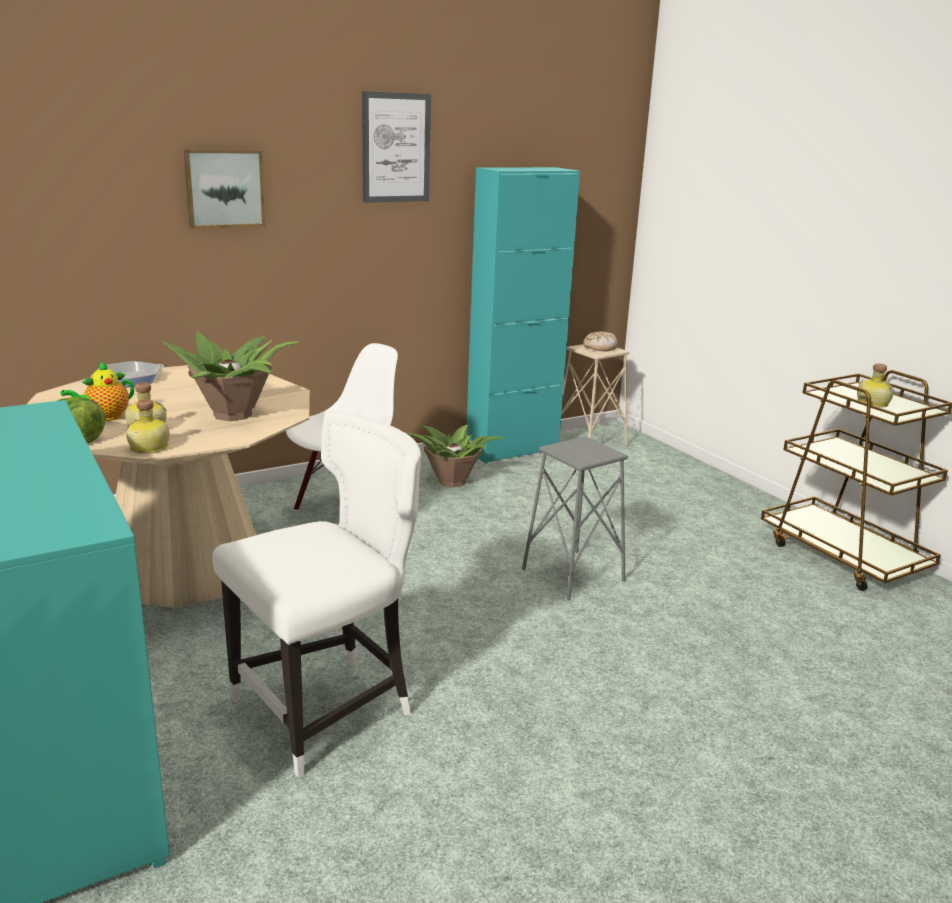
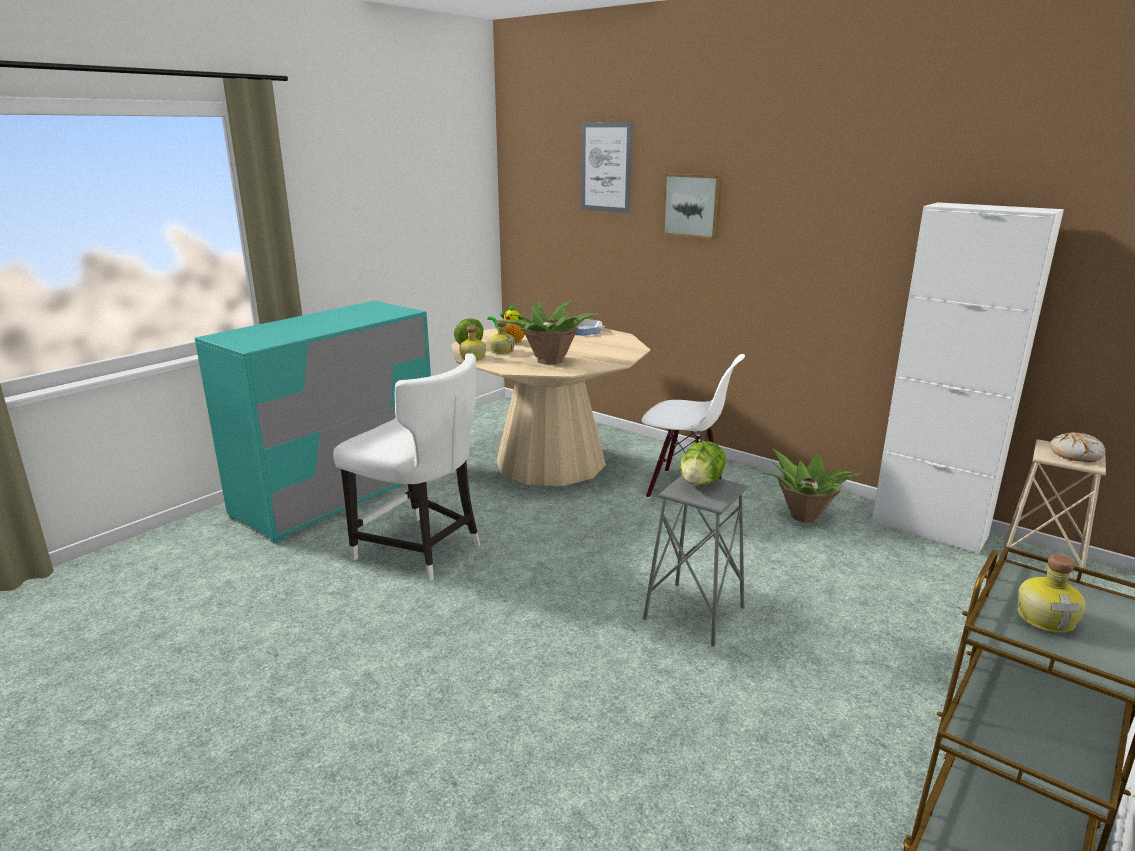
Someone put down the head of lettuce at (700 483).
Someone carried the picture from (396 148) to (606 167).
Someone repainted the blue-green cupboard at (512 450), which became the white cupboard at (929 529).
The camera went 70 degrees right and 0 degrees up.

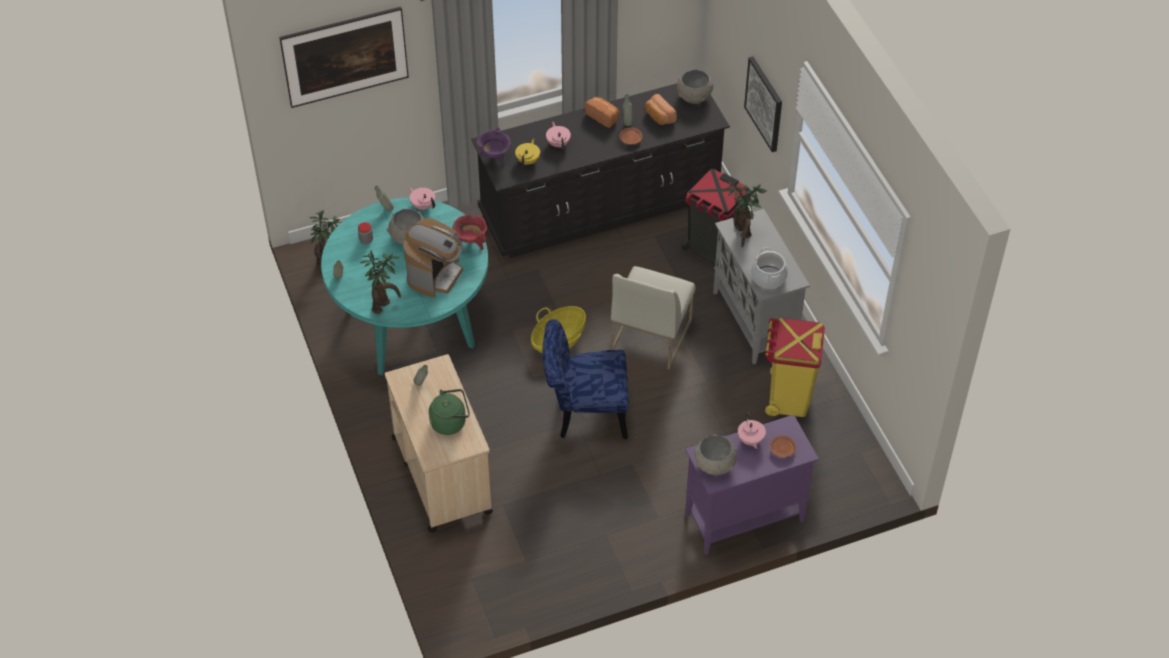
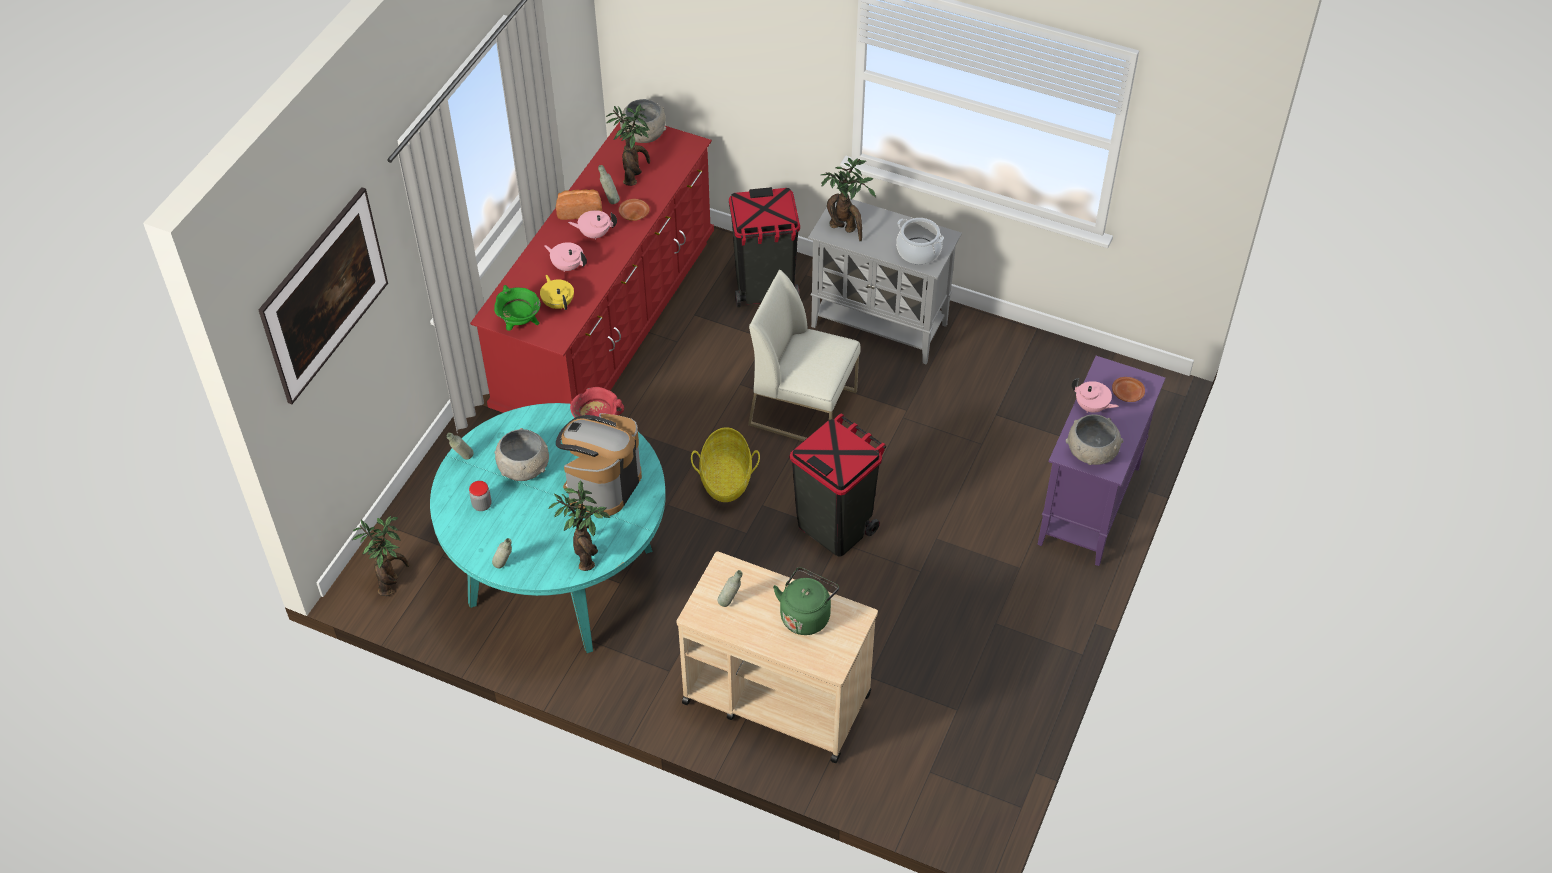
Someone took away the picture at (764 103).
Someone took away the yellowish trash can at (788 397).
Someone carried the pink teapot from (423 205) to (594 234).
Someone swapped the blue chair at (584 412) for the black-coloured trash can at (834 526).
Someone swapped the bakery bread at (659 117) for the houseplant at (634 175).
Someone repainted the black-coloured dresser at (600 205), which became the red dresser at (607 323).
Someone repainted the purplish stockpot at (495 157), which became the green stockpot at (520 324).
Someone rotated the coffee machine at (435 275) by 135 degrees counterclockwise.
Someone rotated the white chair at (650 335) by 135 degrees clockwise.
The camera went 45 degrees left and 0 degrees up.

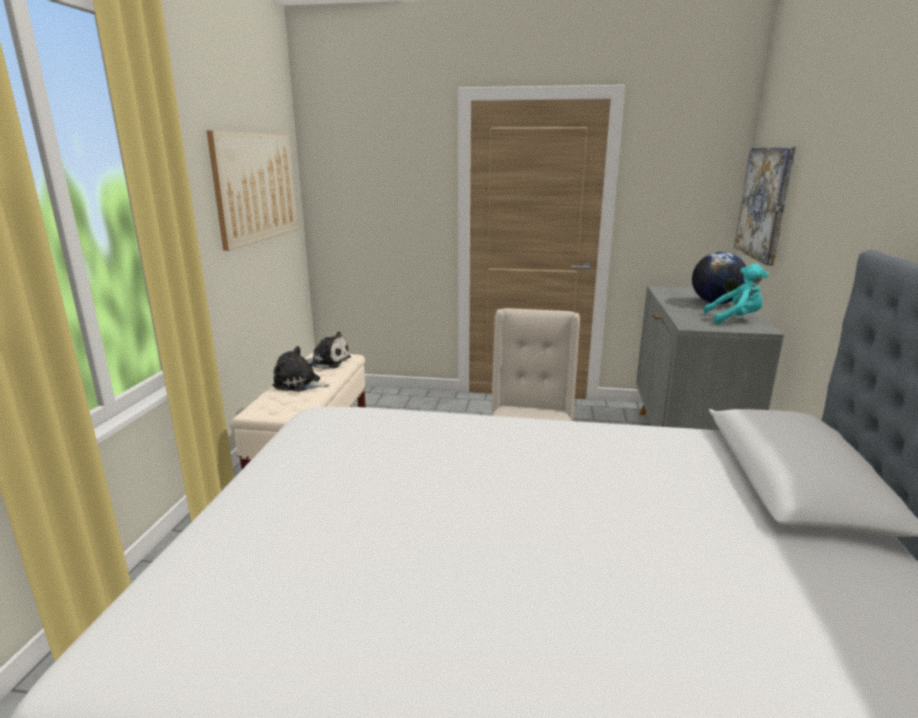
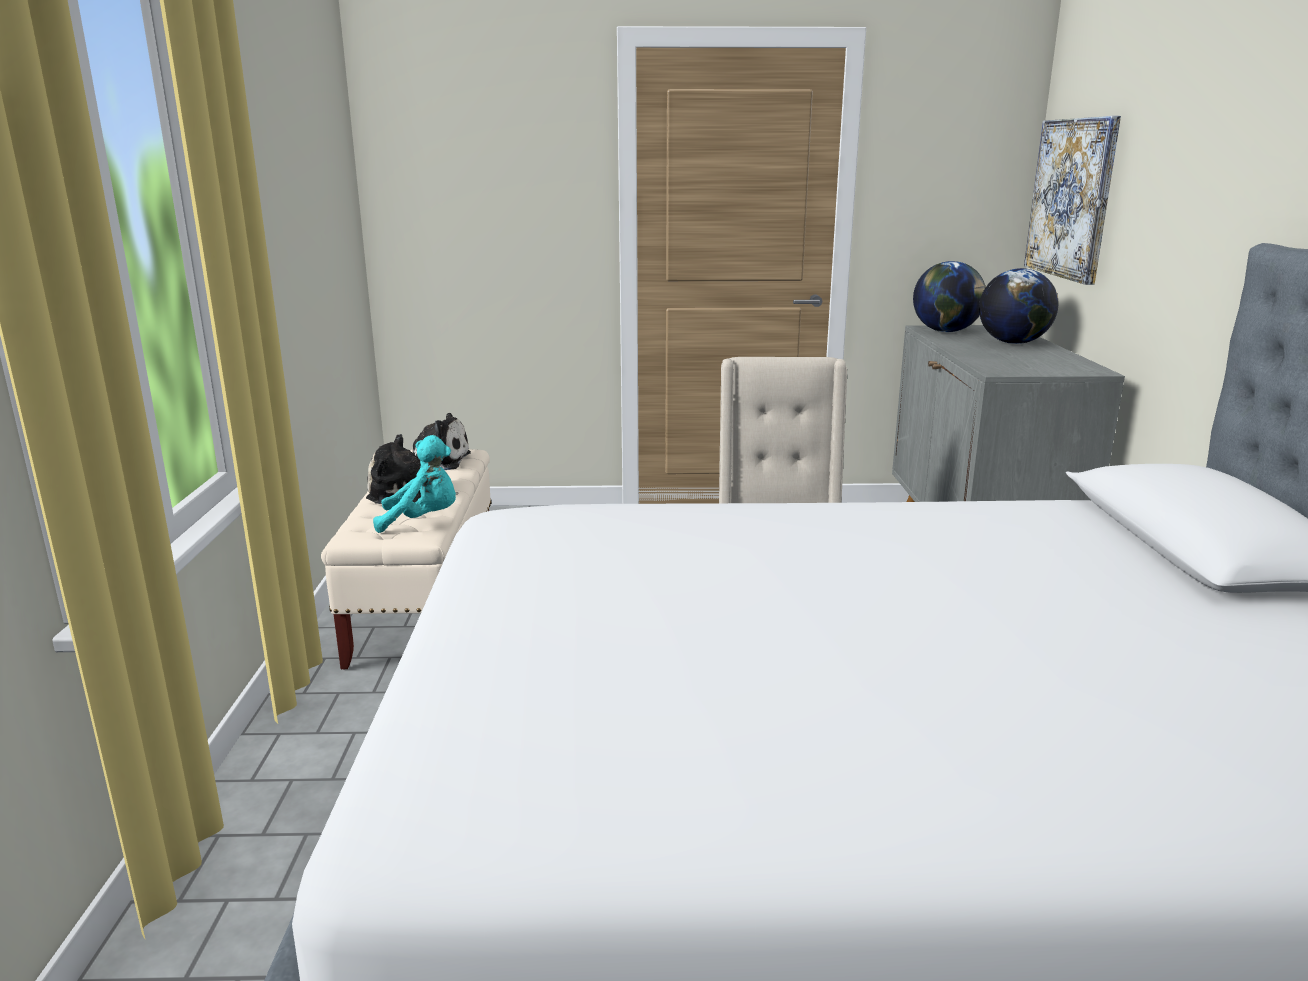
Someone took away the picture at (256 187).
Someone put down the desk globe at (946 331).
Someone carried the blue-green plush toy from (735 319) to (422 520).
The camera went 10 degrees left and 0 degrees up.

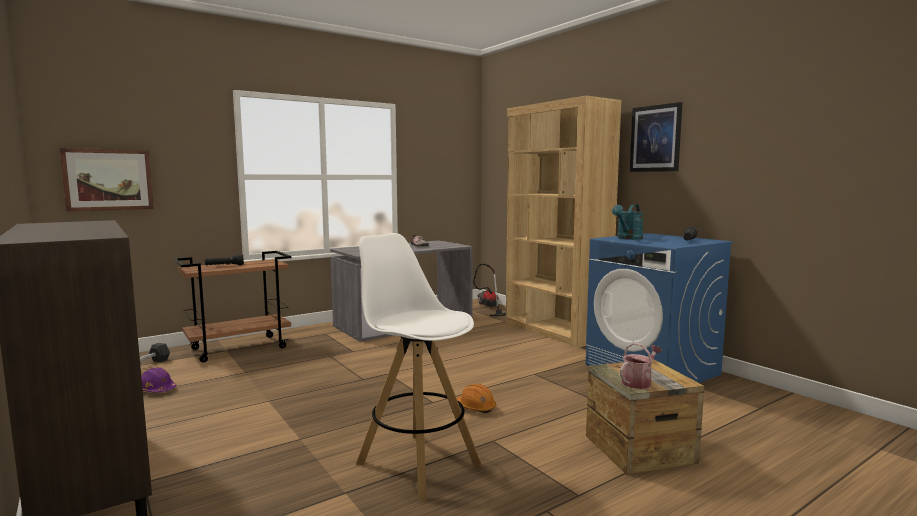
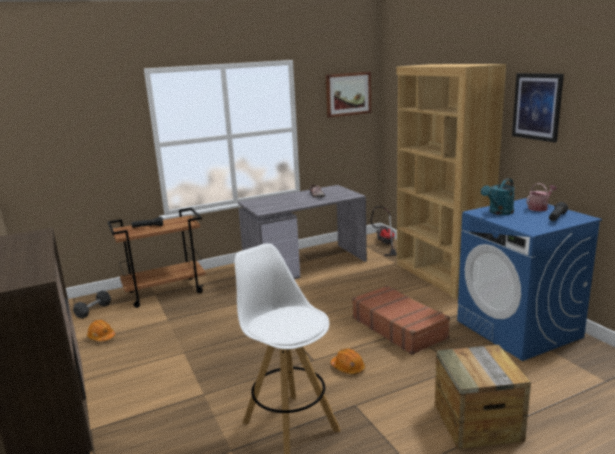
Someone put down the brownish suitcase at (399 327).
Someone carried the picture from (108 179) to (348 94).
Someone carried the watering pot from (639 382) to (539 208).
Someone repainted the purplish hard hat at (157 389), which became the orangey hard hat at (101 337).
The camera went 10 degrees right and 10 degrees up.

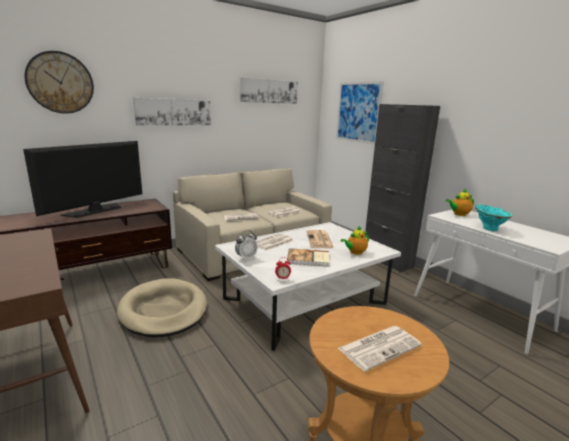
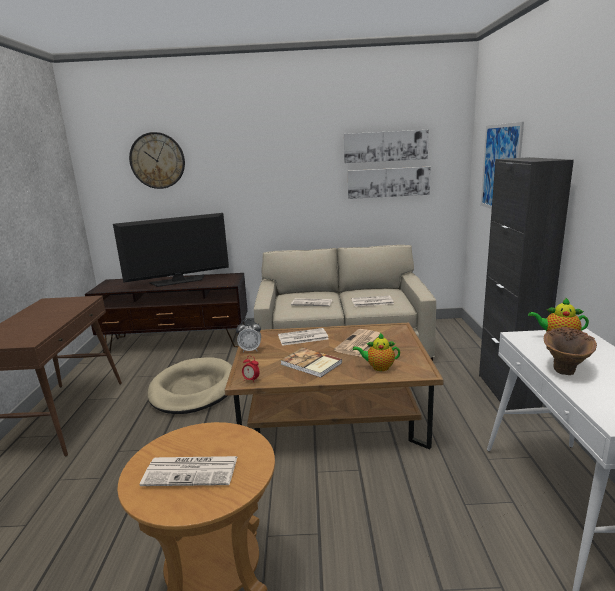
Someone carried the picture from (174 112) to (388 182).
Someone repainted the white low table at (304 301), which became the brownish low table at (332 416).
Someone repainted the blue-green vase at (489 228), which became the brownish vase at (566 368).
The camera went 35 degrees right and 0 degrees up.

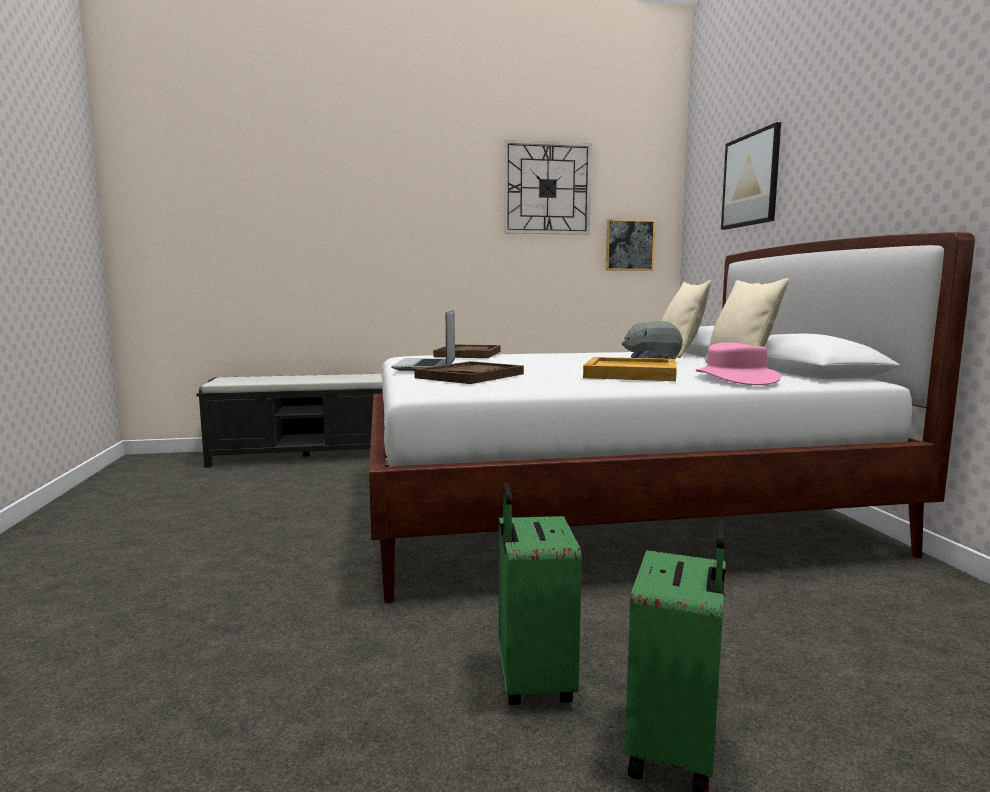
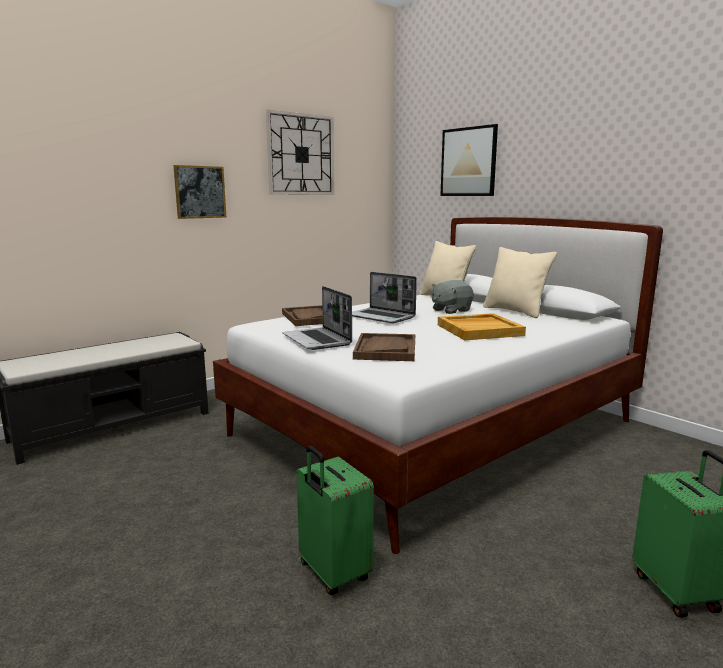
Someone took away the pink wearable hat at (735 379).
Someone put down the notebook computer at (382 317).
Someone carried the green suitcase from (532 681) to (332 573).
Someone carried the picture from (629 245) to (200 192).
The camera went 30 degrees left and 5 degrees up.

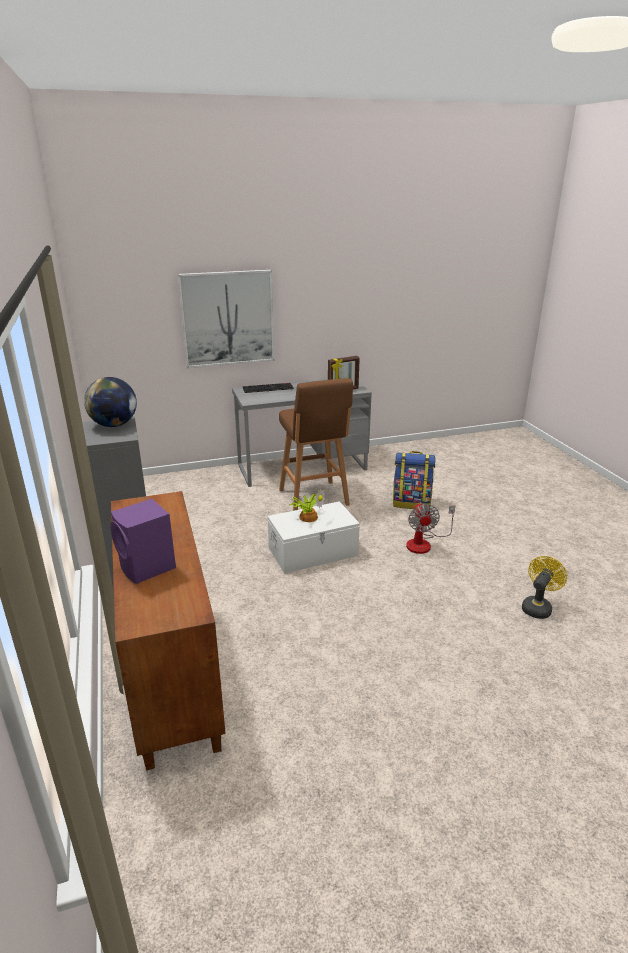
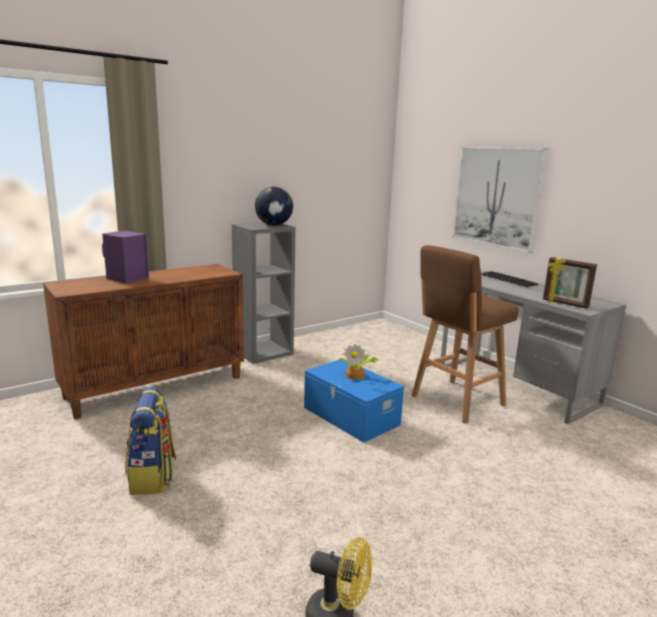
Someone took away the cooling fan at (424 543).
Someone carried the rucksack from (411 503) to (153 477).
Someone repainted the white storage bin at (313 552), which became the blue storage bin at (350 416).
The camera went 70 degrees right and 10 degrees down.

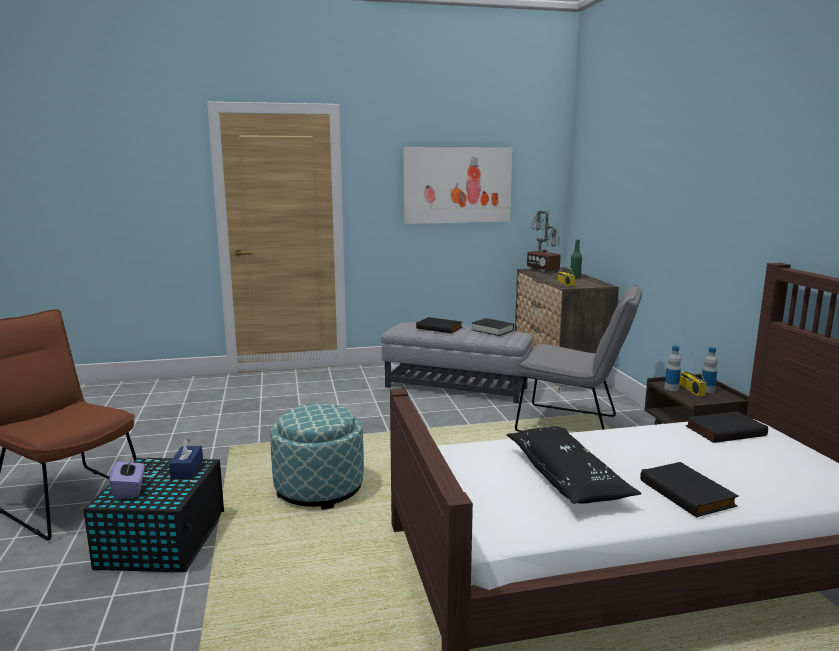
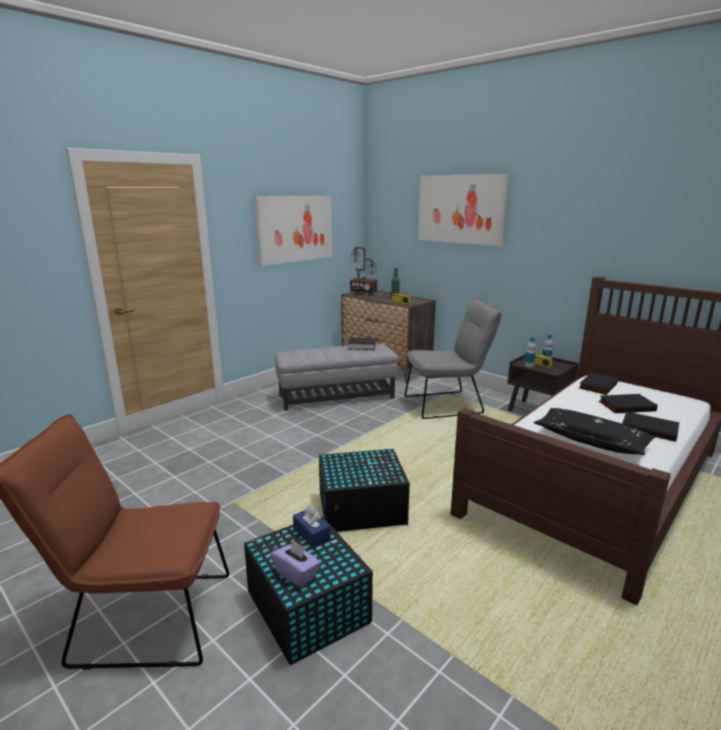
Someone put up the picture at (461 209).
Someone carried the black-coloured bound book from (440 327) to (626 406).
Someone swapped the footrest at (319 489) for the black-coloured storage bin at (363 509).
The camera went 35 degrees left and 5 degrees up.

